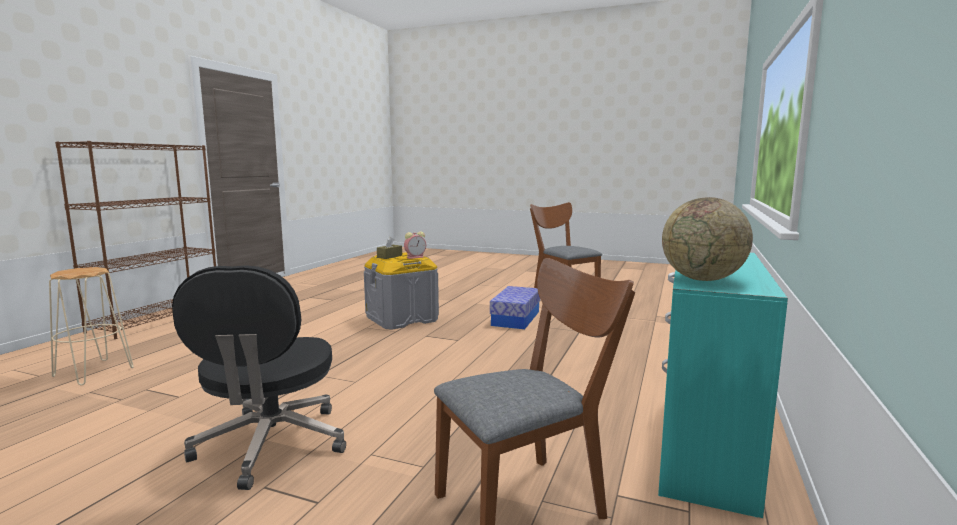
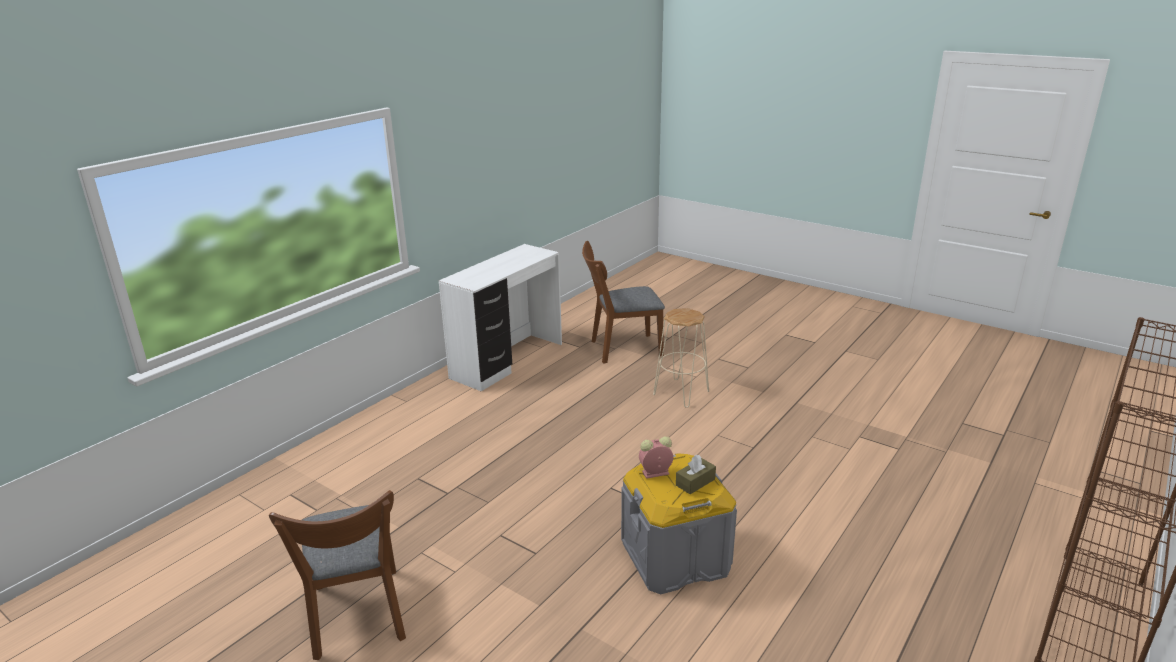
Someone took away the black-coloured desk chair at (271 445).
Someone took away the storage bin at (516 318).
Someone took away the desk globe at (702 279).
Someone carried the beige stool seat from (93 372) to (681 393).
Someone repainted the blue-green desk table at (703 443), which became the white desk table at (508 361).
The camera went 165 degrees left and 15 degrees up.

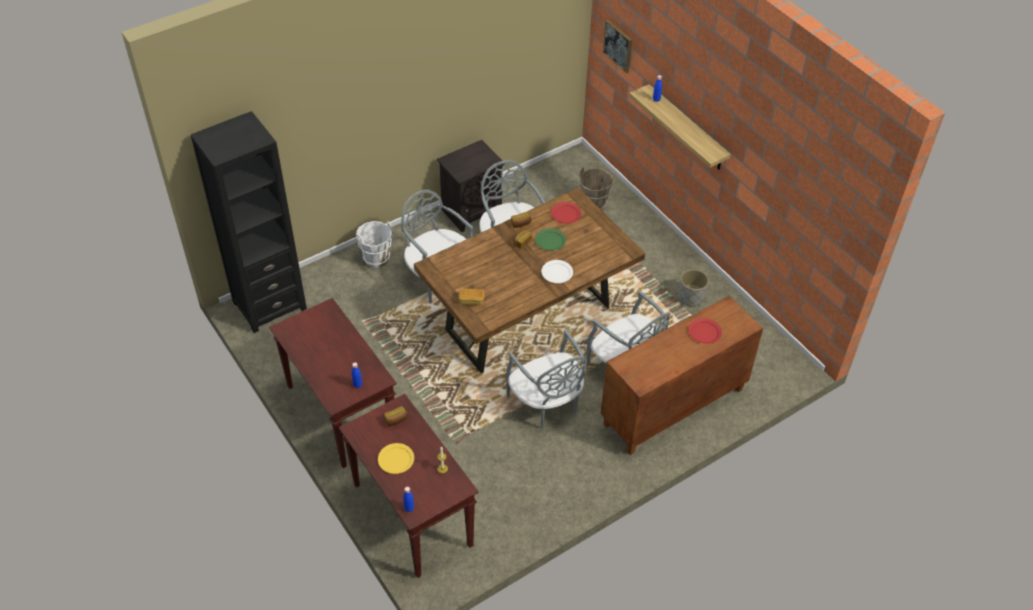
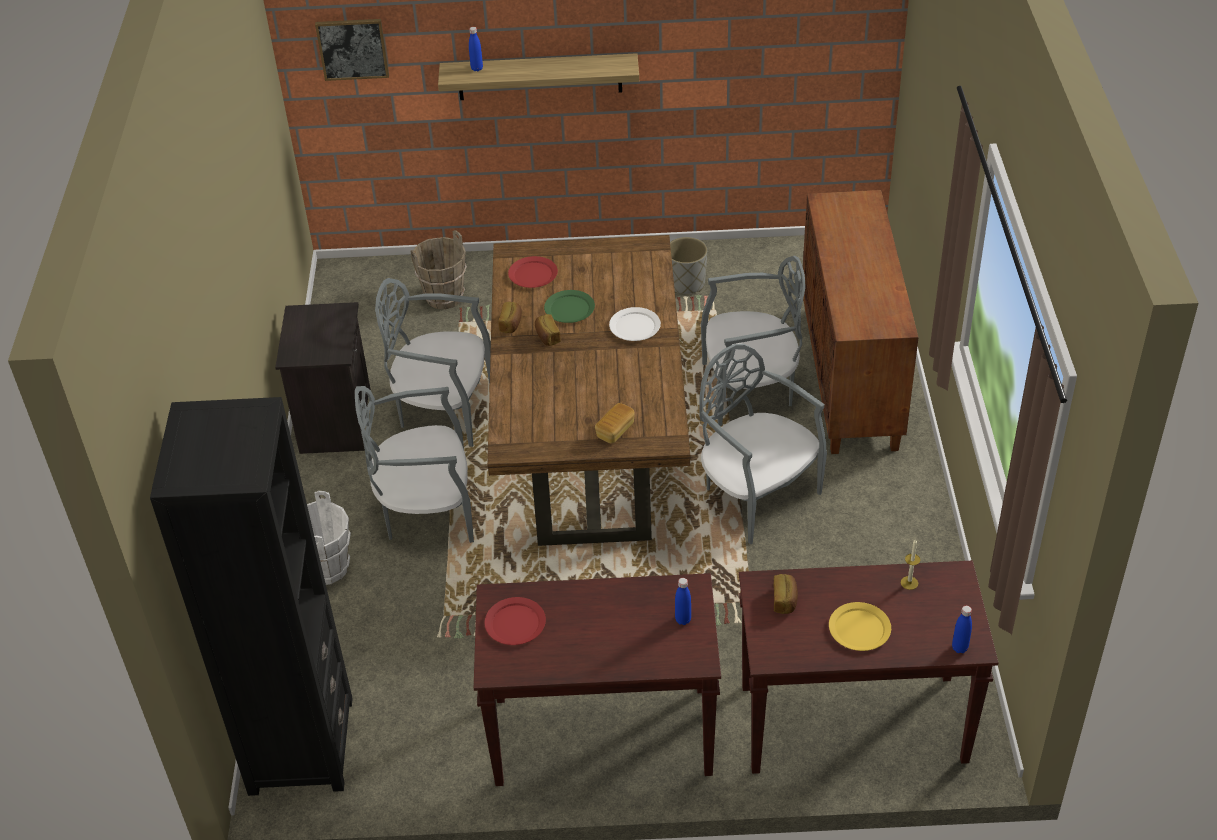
Someone carried the red flat dish from (704 332) to (515 623).
Someone rotated the greyish chair at (546 404) by 135 degrees counterclockwise.
The camera went 55 degrees left and 5 degrees down.

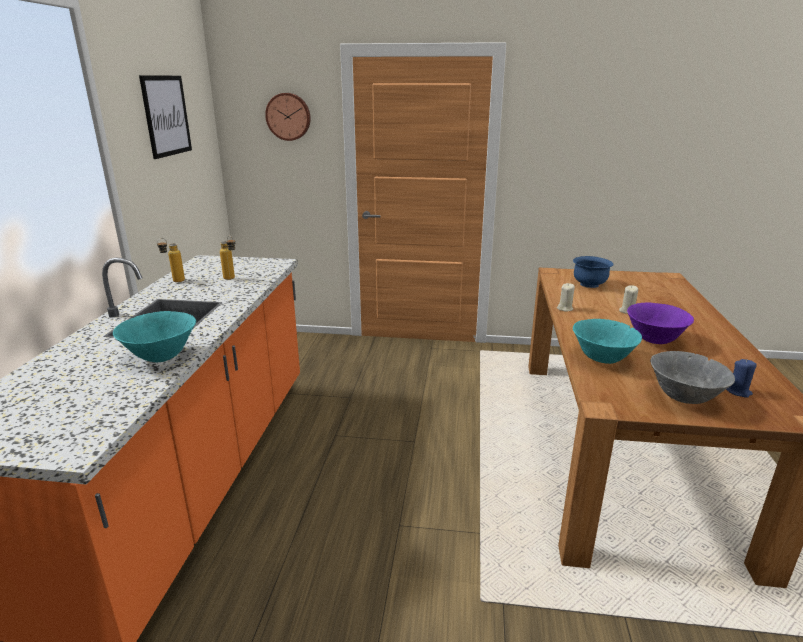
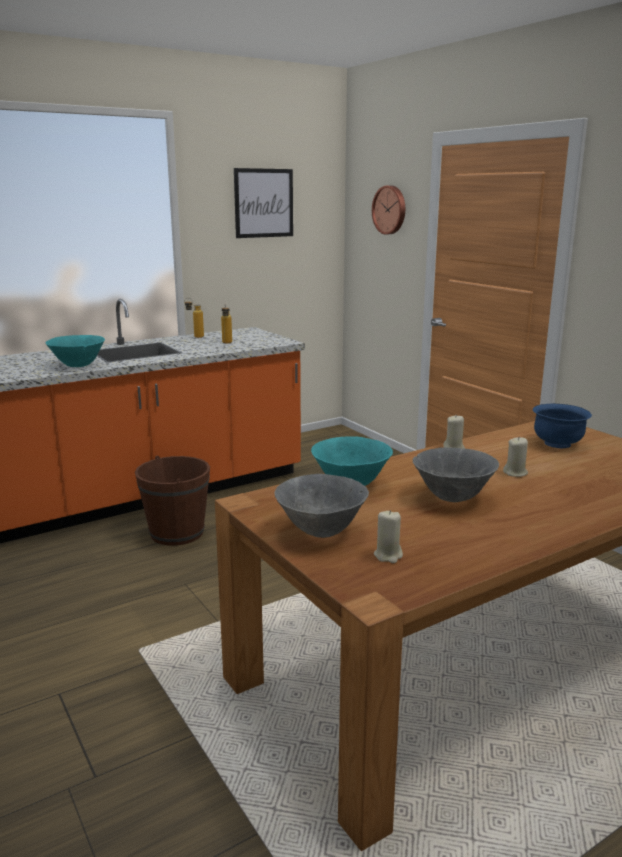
Someone put down the brownish pail at (177 533).
Someone repainted the purplish serving bowl at (654 341), which became the greyish serving bowl at (452 498).
Someone repainted the blue wax light at (738 392), which became the beige wax light at (388 555).
The camera went 50 degrees right and 5 degrees down.

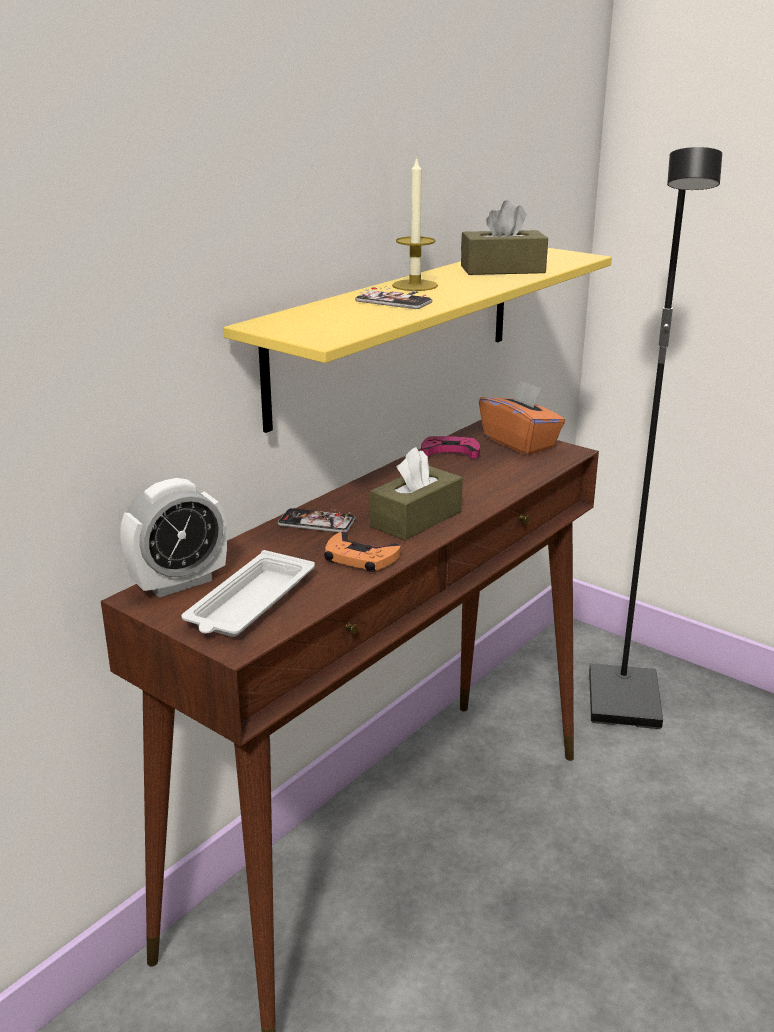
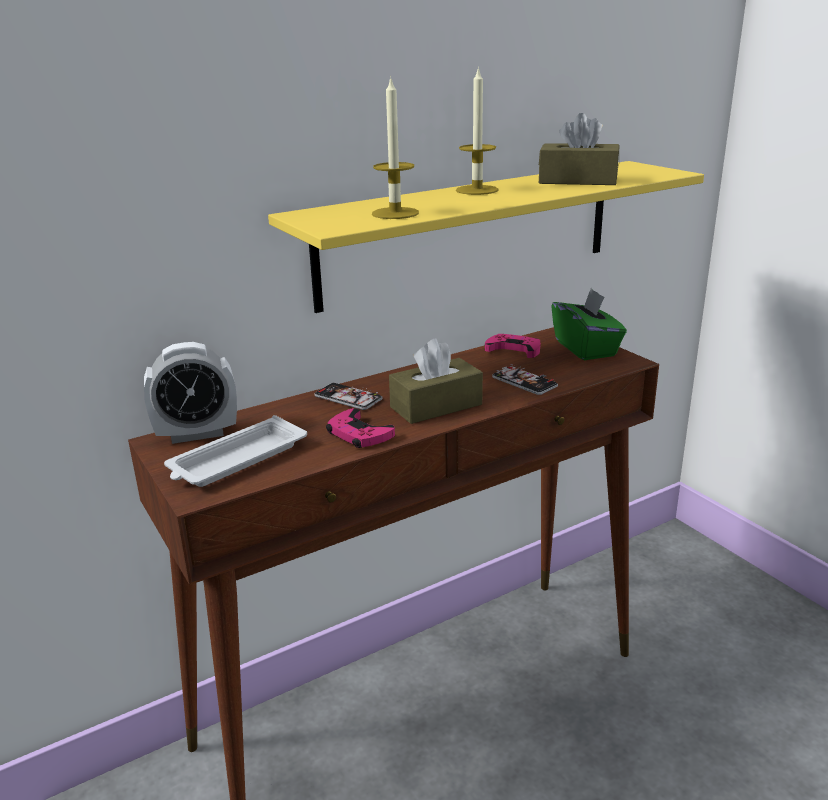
Someone took away the black-coloured standing lamp at (626 701).
Someone put down the wax light at (395 213).
Someone carried the phone from (393 302) to (524 382).
Someone repainted the orangey joypad at (360 558), which became the pink joypad at (359 434).
Someone repainted the orangey tissue holder at (520 443), which became the green tissue holder at (586 348).
The camera went 20 degrees right and 0 degrees up.

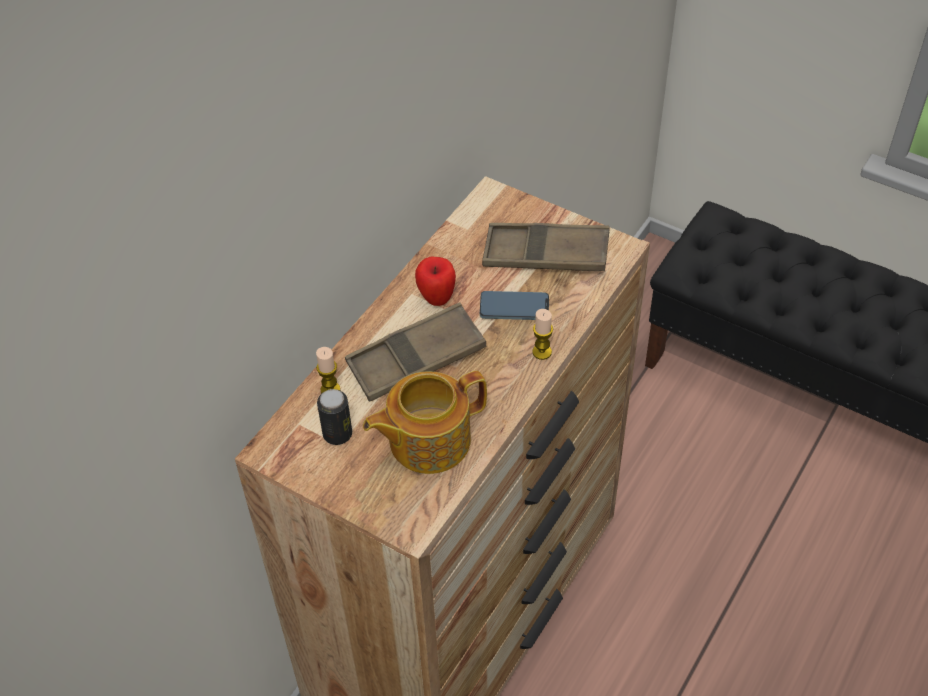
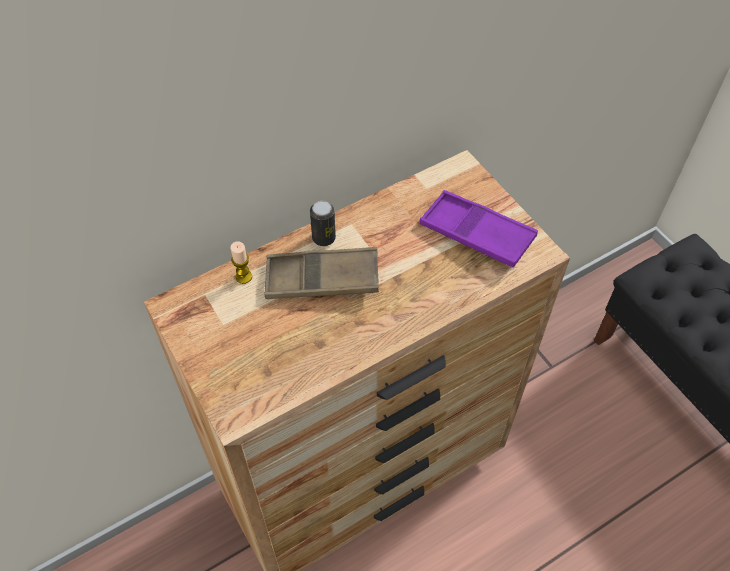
Someone took away the teapot at (427 440).
Someone took away the whole apple at (436 299).
Someone took away the phone at (514 308).
Someone took away the wax light at (542 352).
Someone carried the can from (337 434) to (323 238).
Someone repainted the brownish tray at (546 254), which became the purplish tray at (476 233).
The camera went 25 degrees right and 5 degrees up.

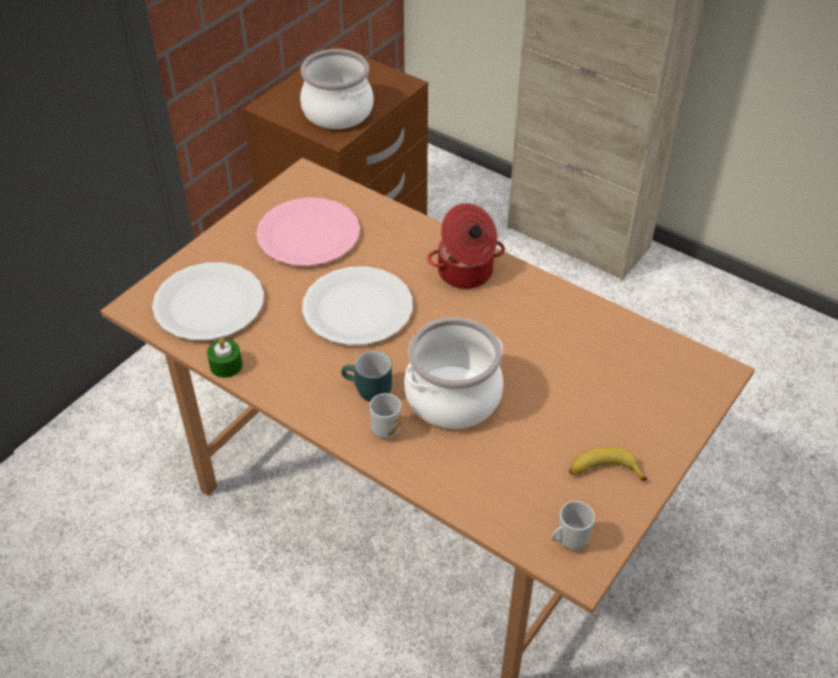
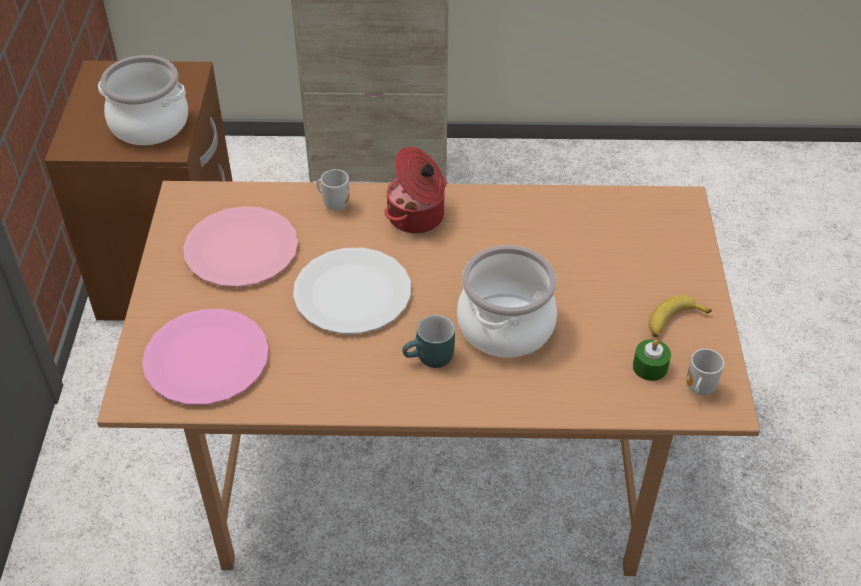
Someone carried the green wax light from (226 365) to (650 367).
Someone carried the tea mug from (386 429) to (335 204).
Someone repainted the white flat dish at (208 304), which became the pink flat dish at (206 359).
The camera went 35 degrees left and 0 degrees up.

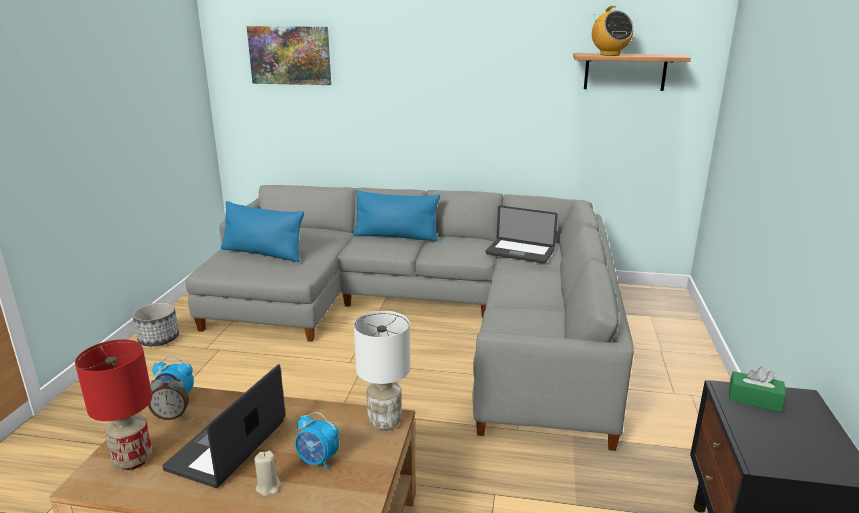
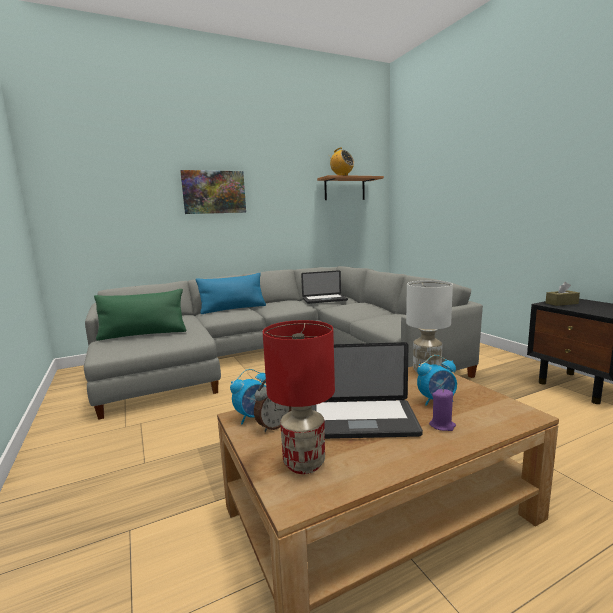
Someone took away the planter at (159 339).
Someone carried the picture from (290 55) to (214 192).
Someone repainted the blue throw pillow at (263 253), which became the green throw pillow at (143 334).
Someone repainted the beige wax light at (268 487), which became the purplish wax light at (442 425).
Someone repainted the green tissue holder at (754 399), which became the brownish tissue holder at (561 303).
Someone rotated the notebook computer at (228 445) by 75 degrees counterclockwise.
The camera went 35 degrees left and 10 degrees down.

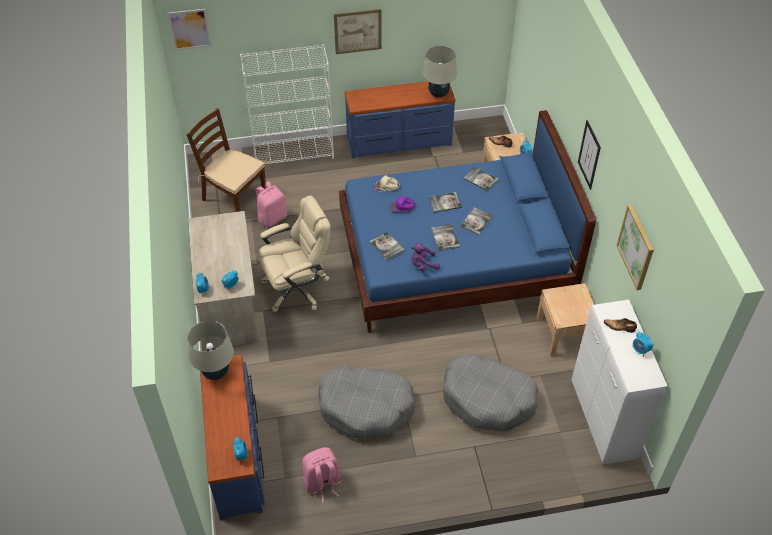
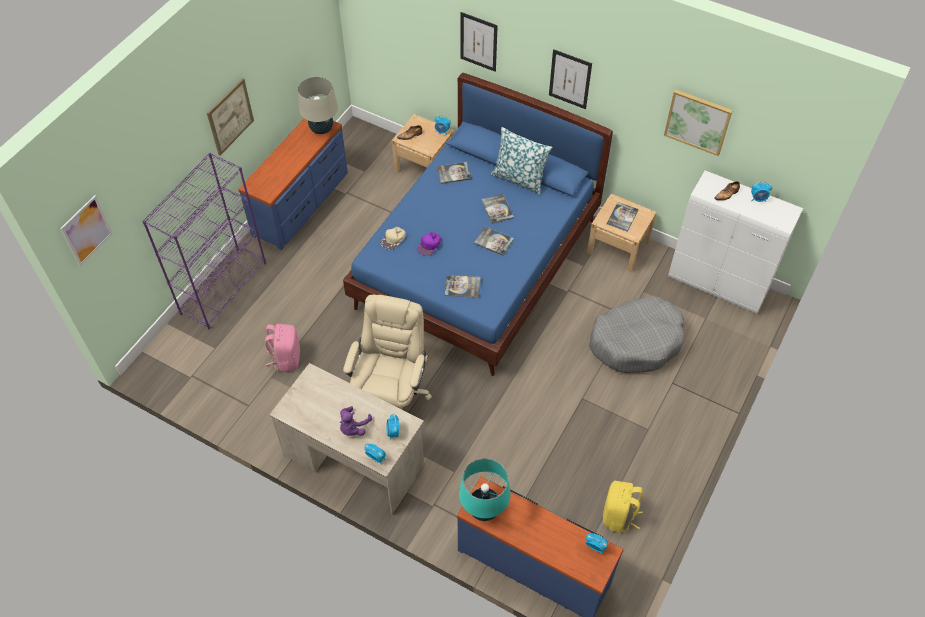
Someone took away the brownish chair at (233 196).
Someone took away the greyish dog bed at (366 407).
Someone put up the picture at (478 42).
Someone put down the throw pillow at (519 178).
Someone carried the purplish plush toy from (423 265) to (353 427).
Someone carried the bound book from (444 202) to (622 217).
Someone repainted the beige table lamp at (216 372), which became the blue-green table lamp at (484 510).
Someone repainted the white shelving unit at (294 153), which became the purplish shelving unit at (224 288).
Someone repainted the pink rucksack at (322 483), which became the yellowish rucksack at (619 516).
The camera went 50 degrees left and 5 degrees up.

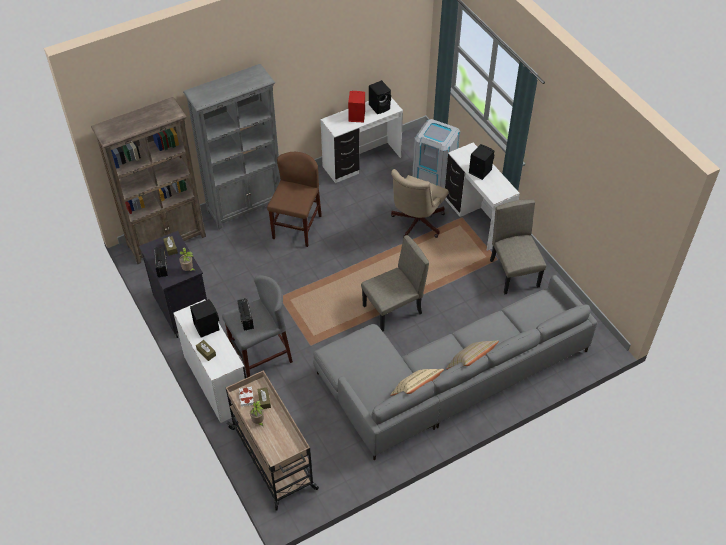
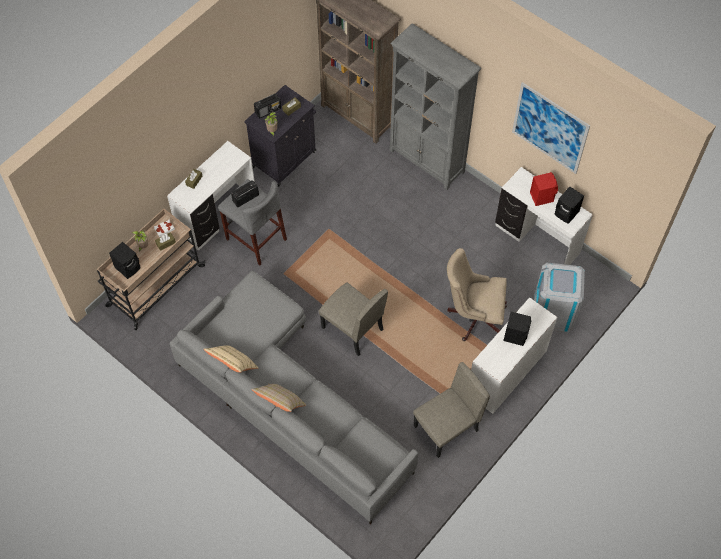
Someone took away the brownish chair at (297 227).
Someone put up the picture at (550 128).
Someone carried the black-coloured speaker from (206 326) to (128 267).
The camera went 70 degrees right and 10 degrees up.

